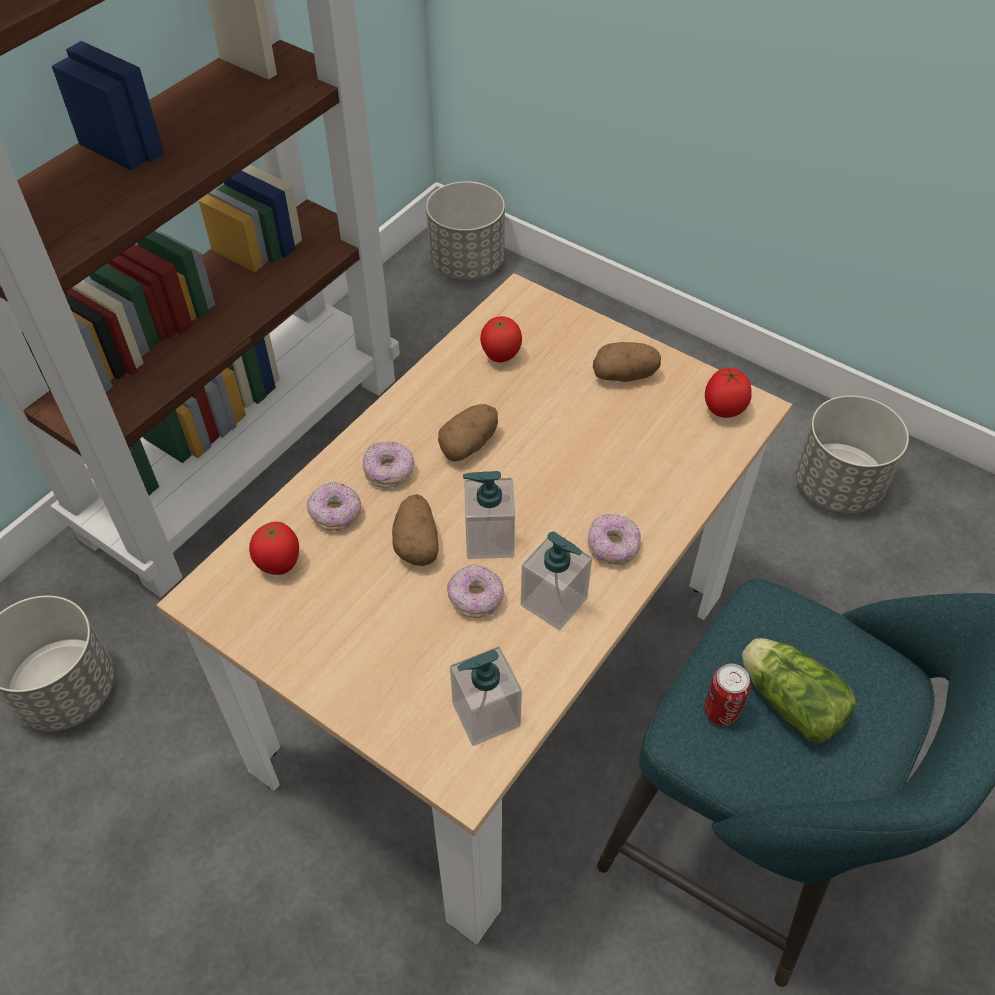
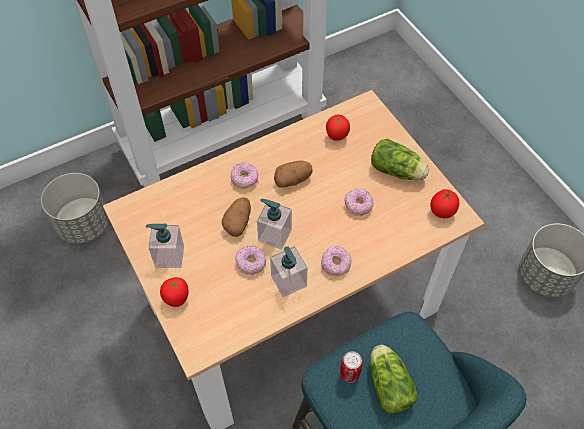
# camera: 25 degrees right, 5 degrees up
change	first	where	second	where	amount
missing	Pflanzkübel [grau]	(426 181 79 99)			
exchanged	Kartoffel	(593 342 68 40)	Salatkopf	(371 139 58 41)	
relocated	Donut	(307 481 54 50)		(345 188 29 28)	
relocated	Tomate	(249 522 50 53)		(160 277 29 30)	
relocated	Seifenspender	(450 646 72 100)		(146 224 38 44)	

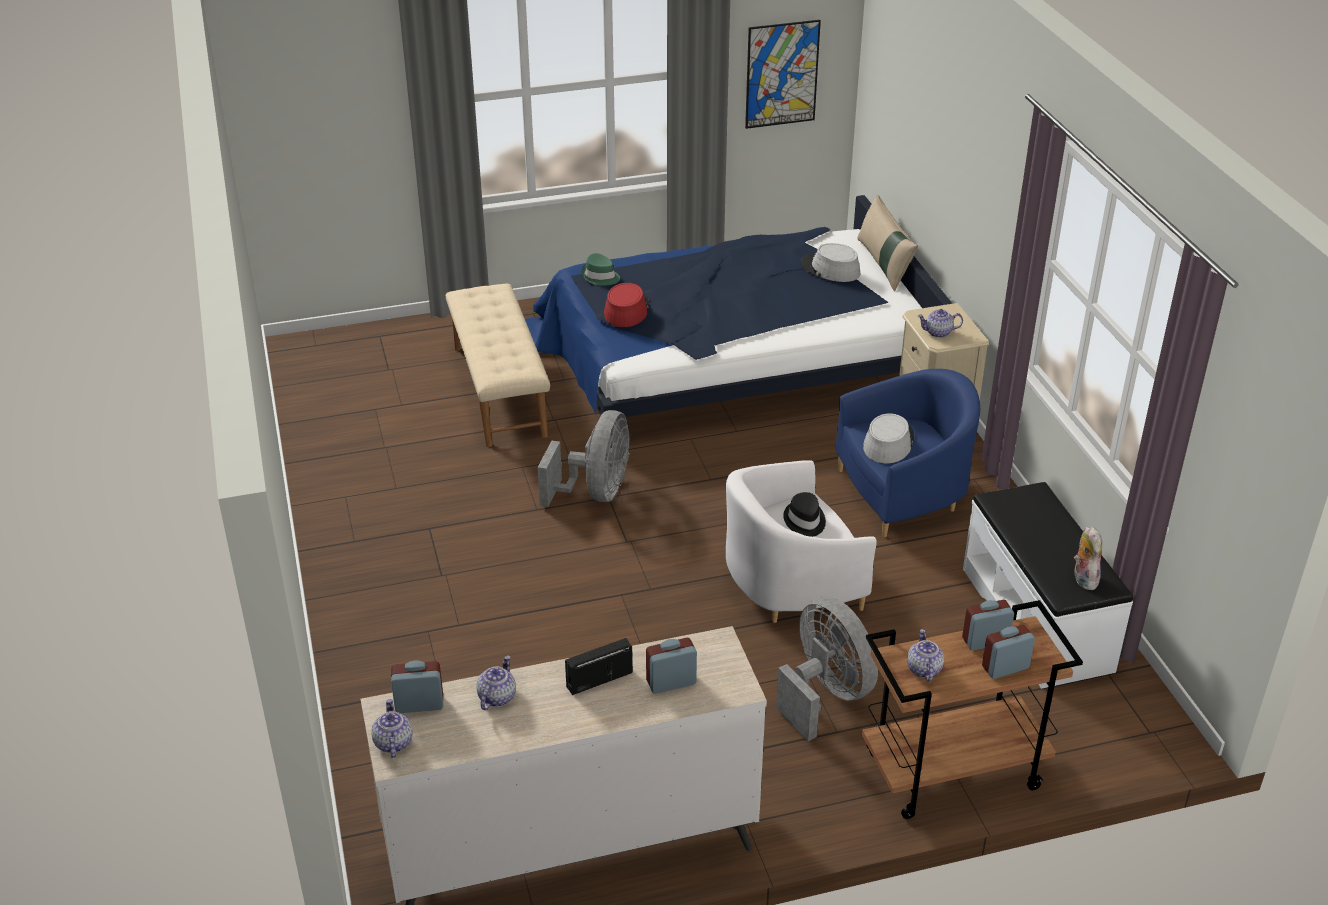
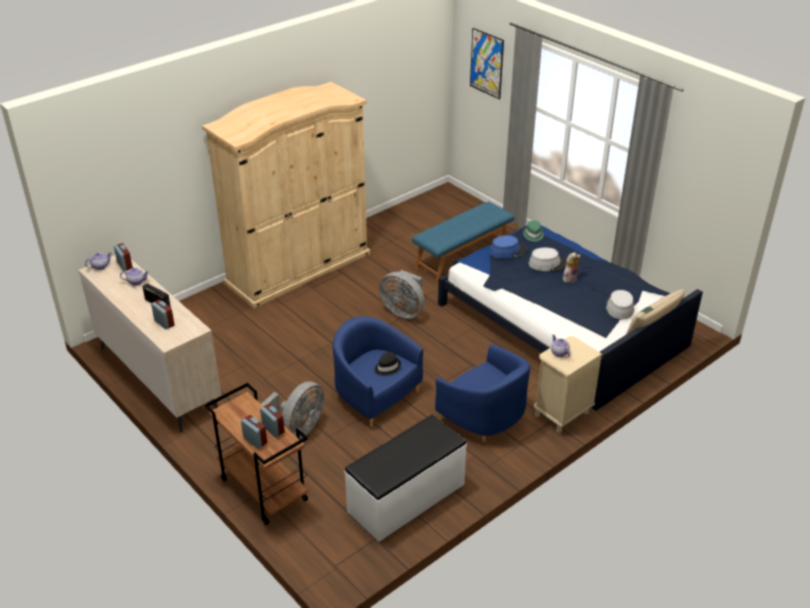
# camera: 65 degrees right, 0 degrees up
change	first	where	second	where	amount
relocated	Bild	(745 20 76 109)		(470 28 34 72)	
colour	Hut [rot]	(604 283 45 44)	Hut [blau]	(490 235 37 24)	
colour	Bank [beige]	(446 284 104 163)	Bank [blau]	(412 201 102 82)	
spun	Ventilator [grau]	(538 410 91 97)		(379 270 46 49)	45 degrees clockwise
relocated	Hut [grau]	(863 413 51 51)		(529 247 38 24)	
colour	Sessel [weiß]	(726 460 151 163)	Sessel [blau]	(333 316 90 111)	
relocated	Plüschtier	(1074 527 28 63)		(563 252 18 31)	
missing	Teekanne	(907 629 37 53)			
appeared			Kleiderschrank [beige]	(202 82 168 226)	

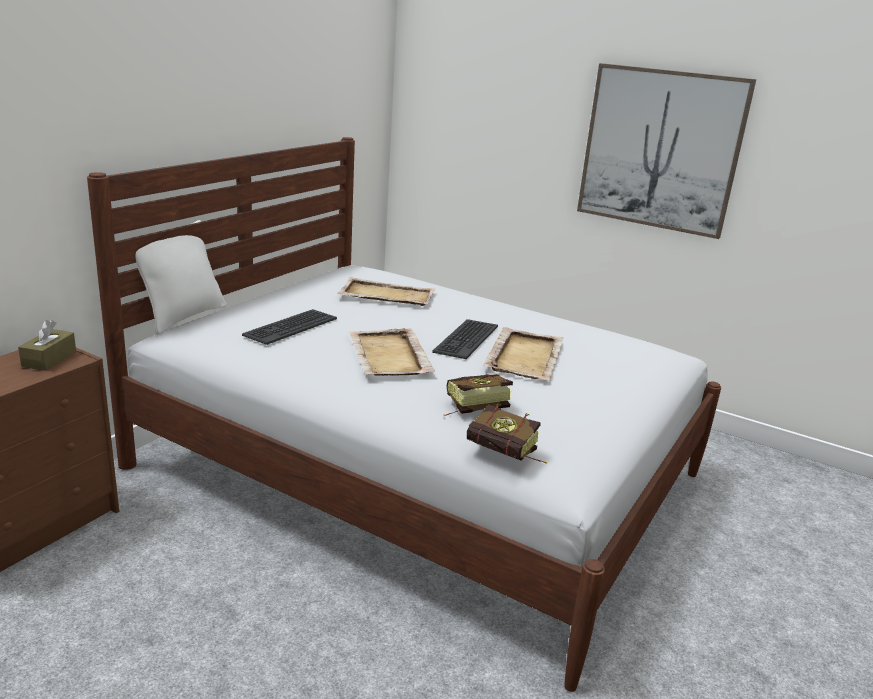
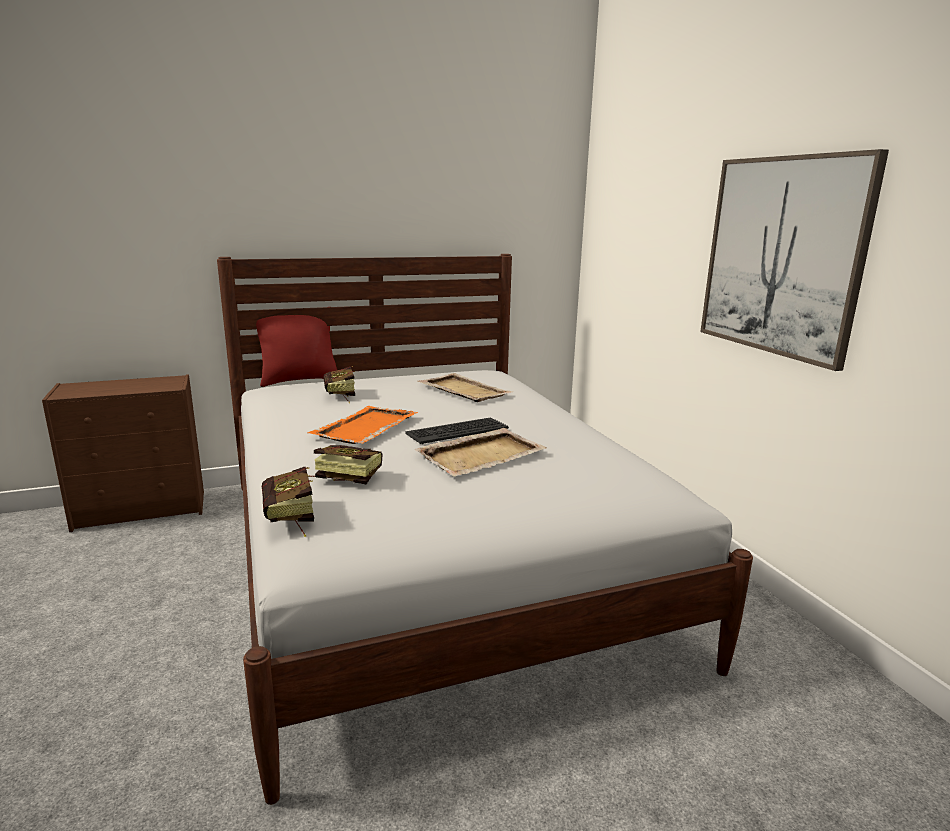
# camera: 40 degrees right, 5 degrees down
change	first	where	second	where	amount
colour	Kissen [weiß]	(135 220 92 115)	Kissen [rot]	(256 315 81 72)	
exchanged	Tastatur	(242 309 95 36)	Buch	(323 366 32 37)	
missing	Taschentuchbox [braun]	(18 320 58 51)			
colour	Tablett [beige]	(348 328 87 48)	Tablett [orange]	(308 406 110 38)	

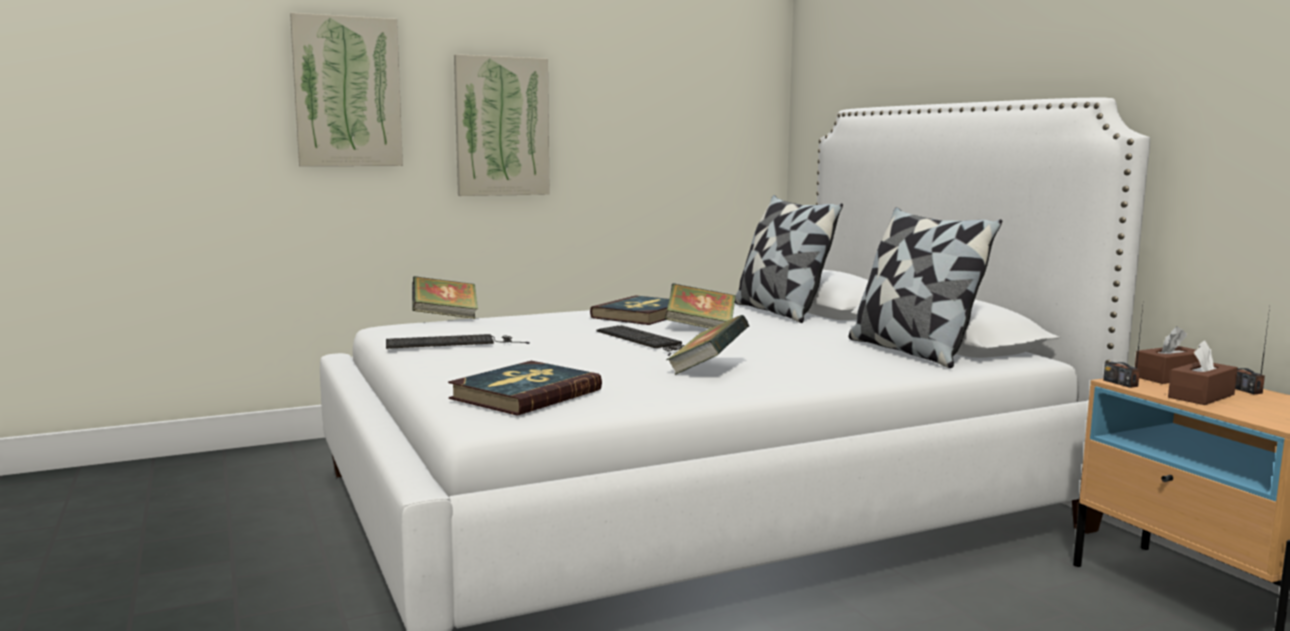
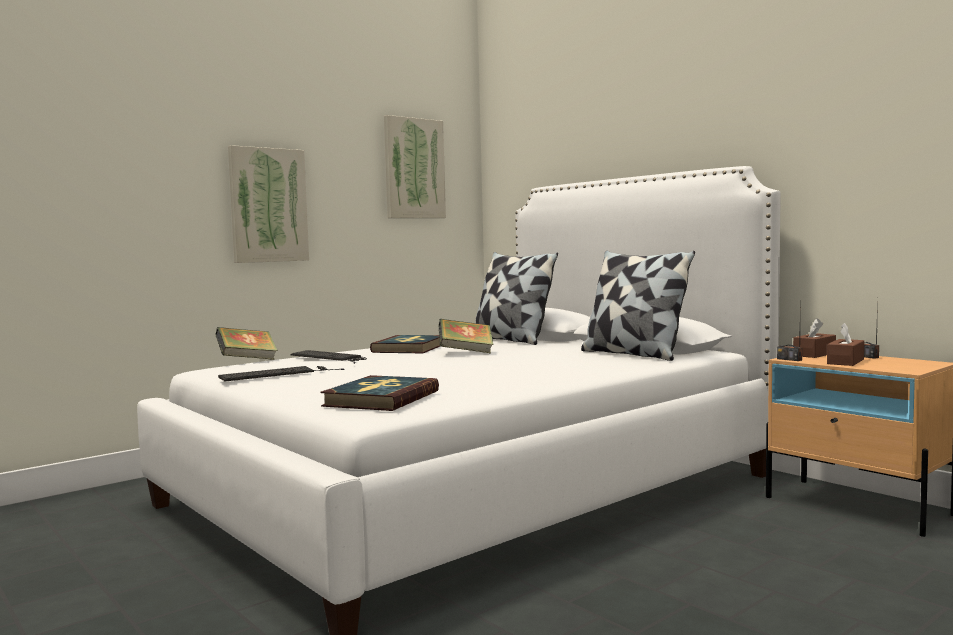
# camera: 15 degrees left, 5 degrees down
change	first	where	second	where	amount
relocated	Bild	(290 13 113 153)		(384 115 62 103)	
missing	Buch	(666 315 83 60)			
relocated	Tastatur	(596 325 89 31)		(290 350 77 14)	

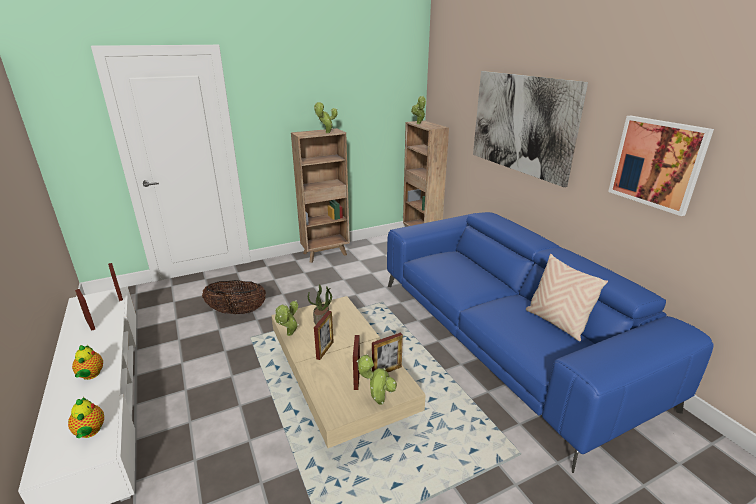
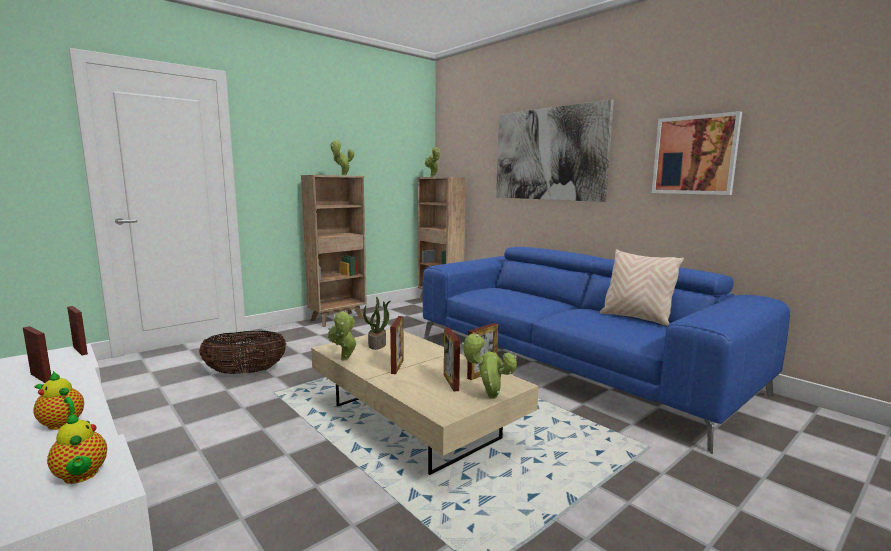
# camera: 15 degrees left, 15 degrees down
change	first	where	second	where	amount
spun	Teekanne	(72 345 31 35)		(33 371 51 59)	150 degrees clockwise

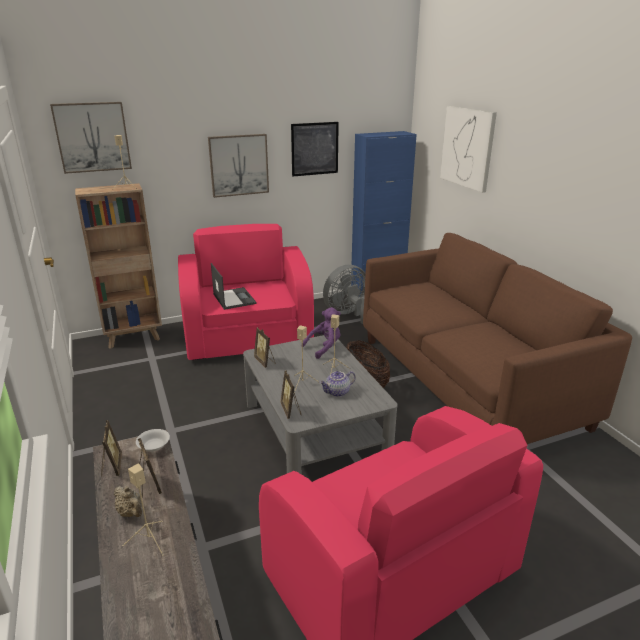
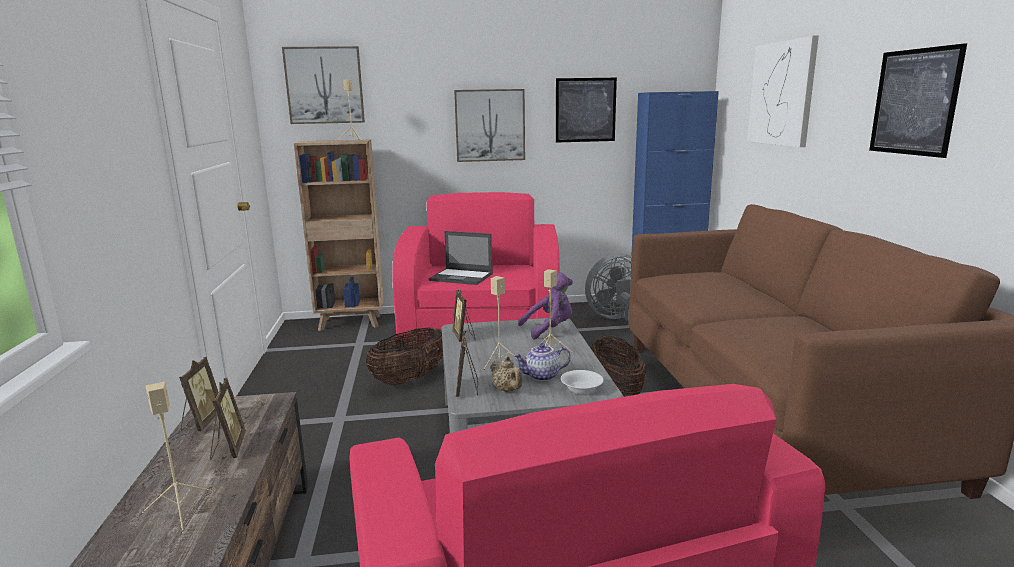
# camera: 15 degrees right, 10 degrees down
change	first	where	second	where	amount
spun	Laptop	(211 263 46 47)		(429 231 64 54)	120 degrees clockwise
relocated	Schüssel [weiß]	(136 429 34 23)		(561 370 43 24)	
relocated	Teekanne [beige]	(114 486 28 31)		(490 356 33 36)	
appeared			Bild	(869 43 98 115)	
appeared			Korb	(366 327 77 58)	

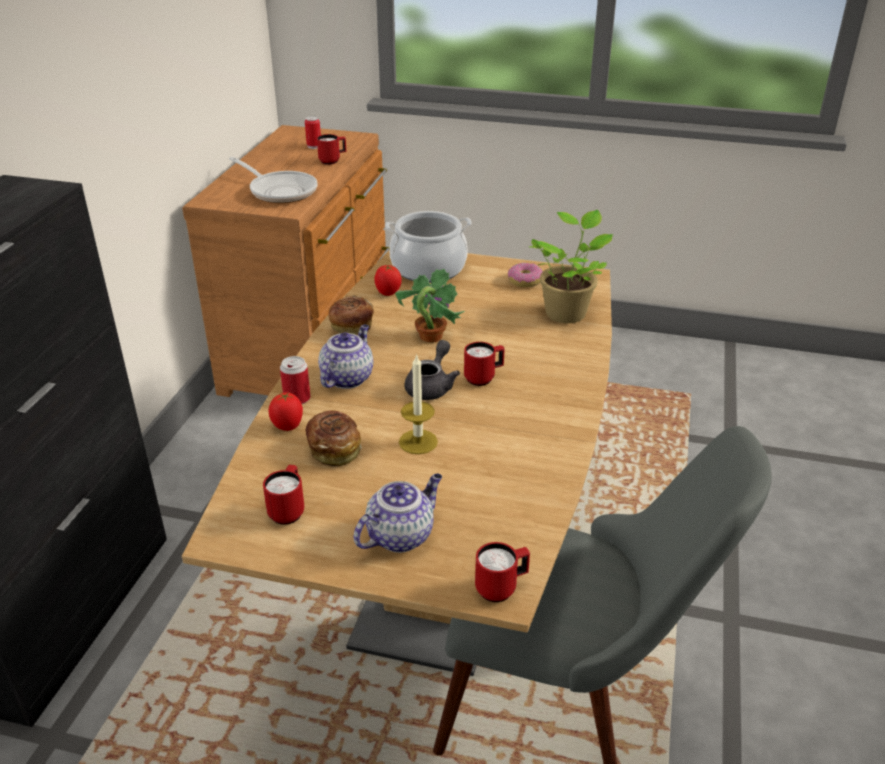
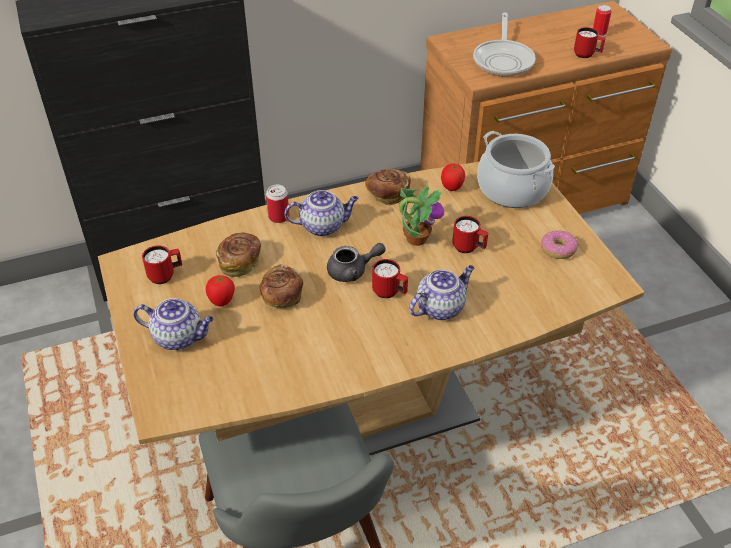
# camera: 55 degrees right, 10 degrees up
change	first	where	second	where	amount
missing	Topfpflanze	(529 210 84 113)			
exchanged	Kerze	(399 354 39 100)	Brot	(260 264 43 45)	
relocated	Tomate	(269 392 34 39)		(206 275 29 32)	
relocated	Henkelbecher [rot]	(475 542 55 60)		(453 216 35 37)	
appeared			Teekanne	(409 265 65 55)	

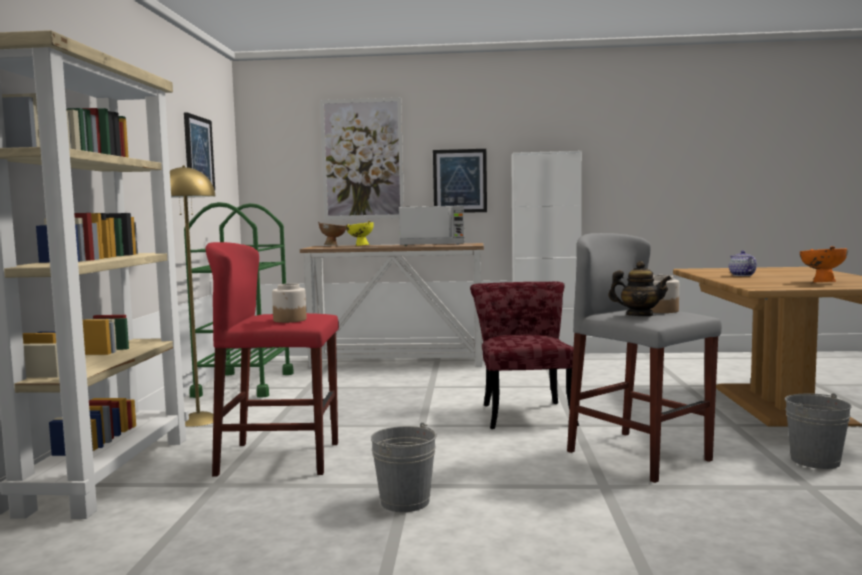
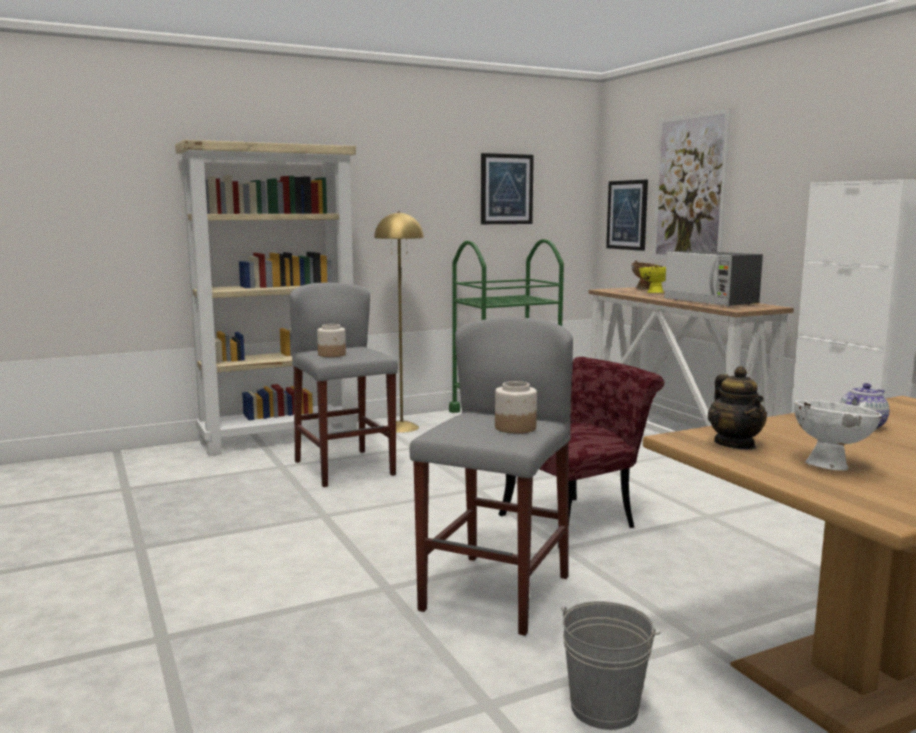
# camera: 60 degrees right, 5 degrees up
change	first	where	second	where	amount
relocated	Bild	(433 149 54 64)		(606 180 42 71)	
colour	Hocker [rot]	(206 242 133 235)	Hocker [grau]	(290 283 108 204)	
colour	Schüssel [orange]	(800 246 48 37)	Schüssel [weiß]	(794 400 88 70)	
relocated	Teekanne	(608 261 64 55)		(708 366 59 83)	
missing	Eimer [grau]	(371 422 65 90)			

